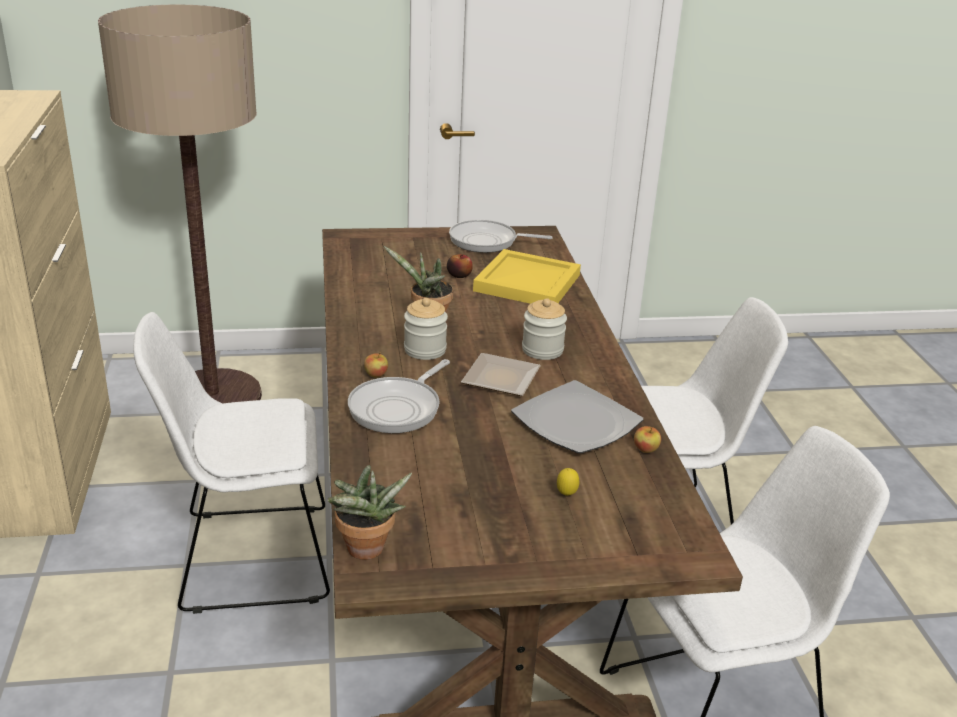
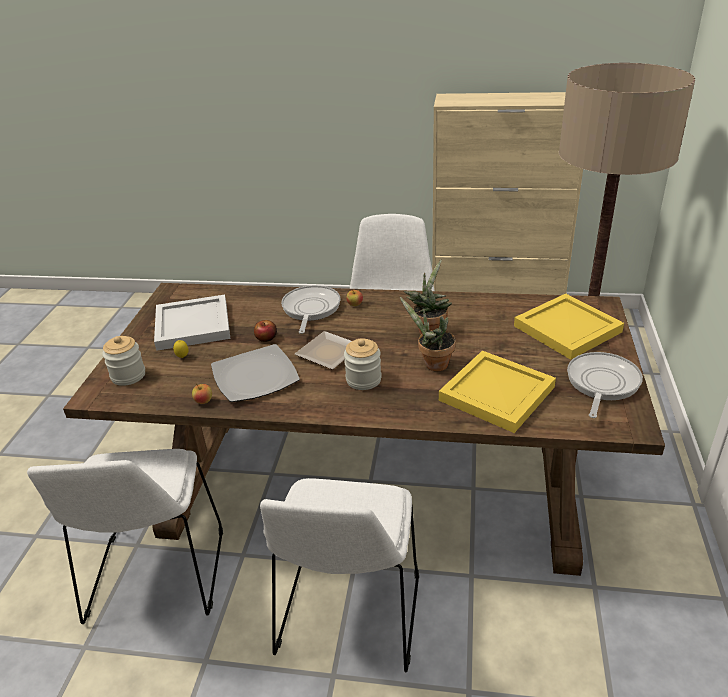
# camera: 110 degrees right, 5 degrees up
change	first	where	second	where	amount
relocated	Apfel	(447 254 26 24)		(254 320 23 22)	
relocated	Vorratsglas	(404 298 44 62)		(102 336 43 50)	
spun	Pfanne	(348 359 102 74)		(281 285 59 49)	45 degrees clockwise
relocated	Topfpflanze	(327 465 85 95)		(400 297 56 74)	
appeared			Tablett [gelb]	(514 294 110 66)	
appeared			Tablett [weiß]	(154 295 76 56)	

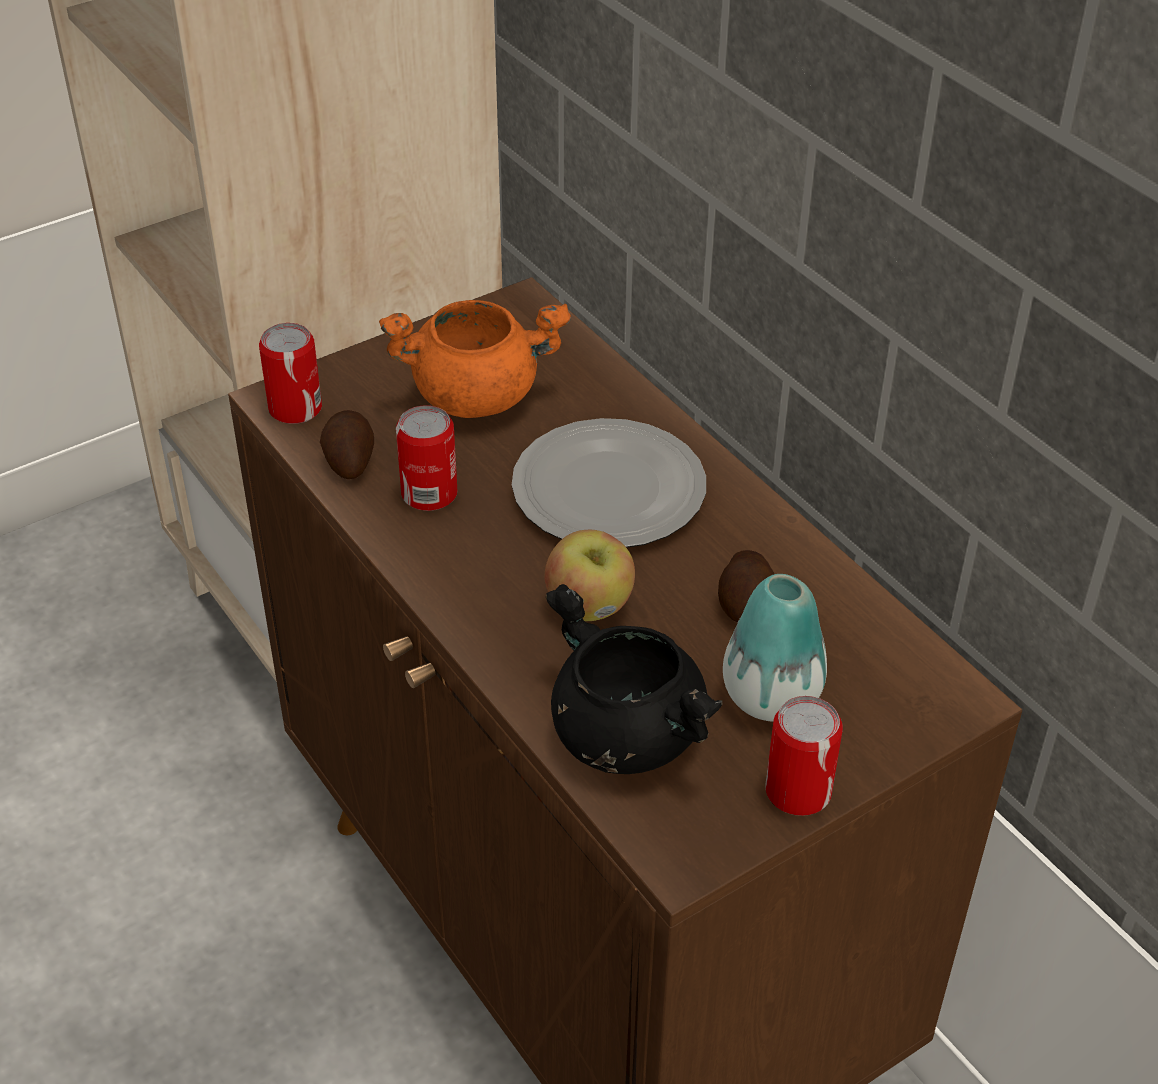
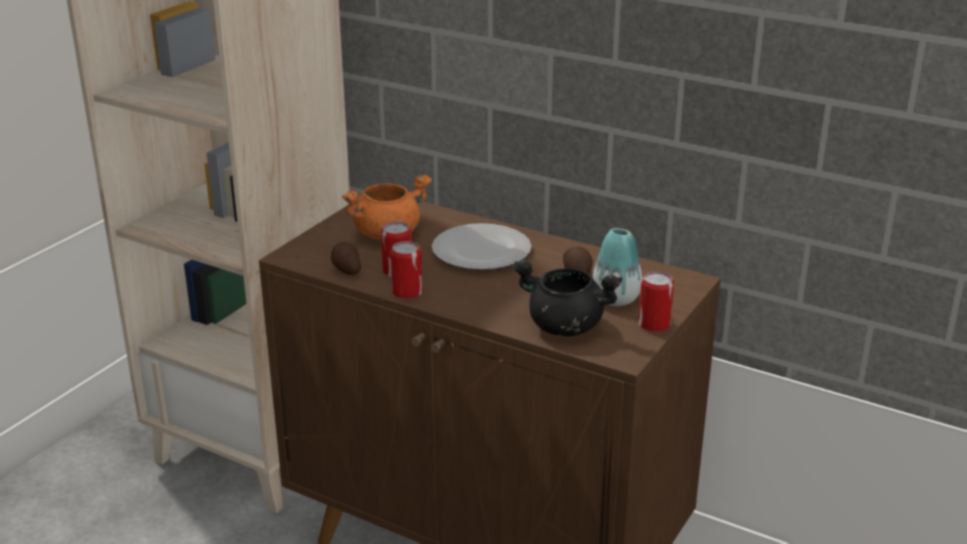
# camera: 25 degrees left, 15 degrees down
change	first	where	second	where	amount
relocated	Dose	(259 323 63 101)		(390 241 33 58)	
missing	Apfel	(545 530 90 91)			

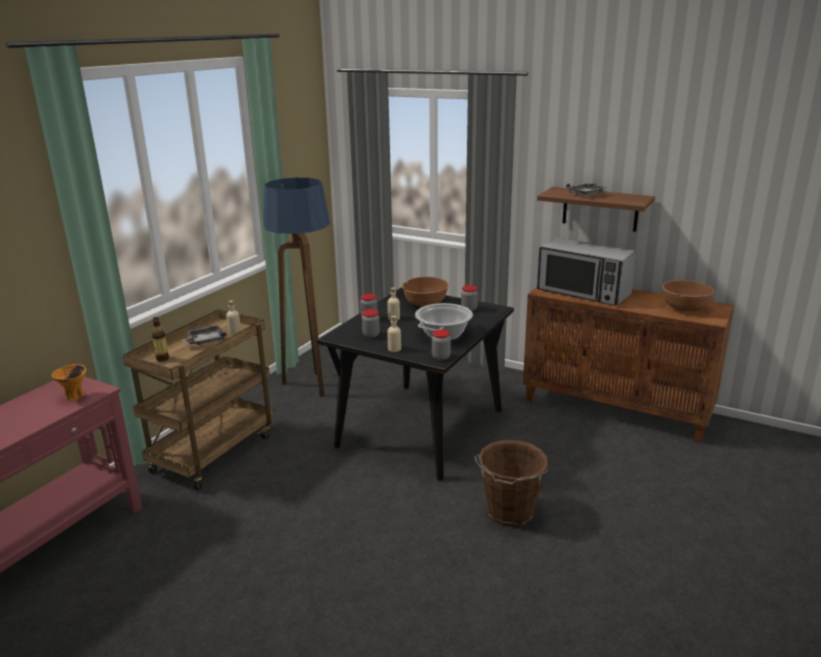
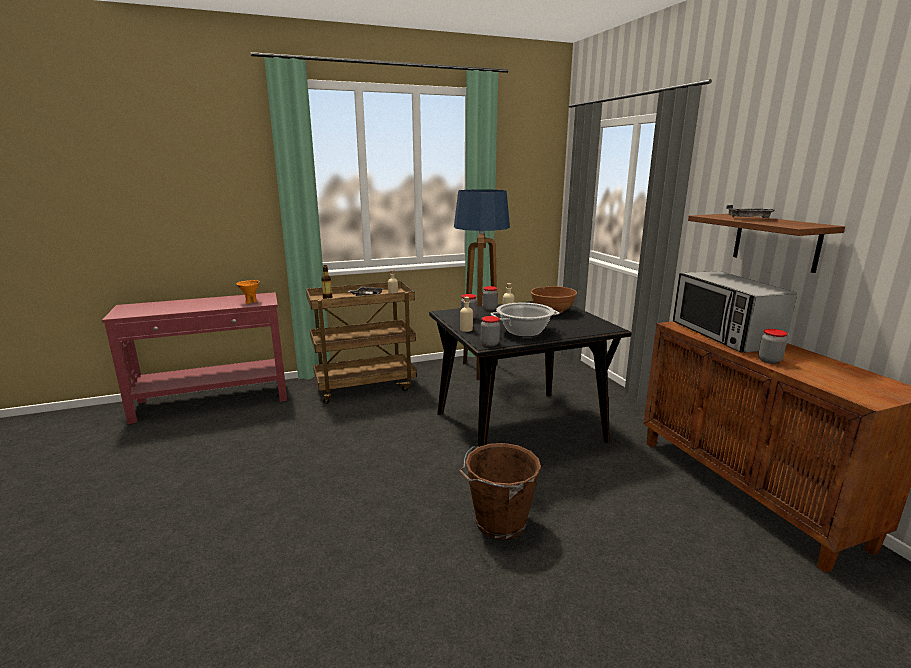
# camera: 40 degrees right, 5 degrees down
change	first	where	second	where	amount
missing	Schüssel [braun]	(662 280 53 32)			
relocated	Vorratsglas	(461 285 17 26)		(758 329 30 35)	

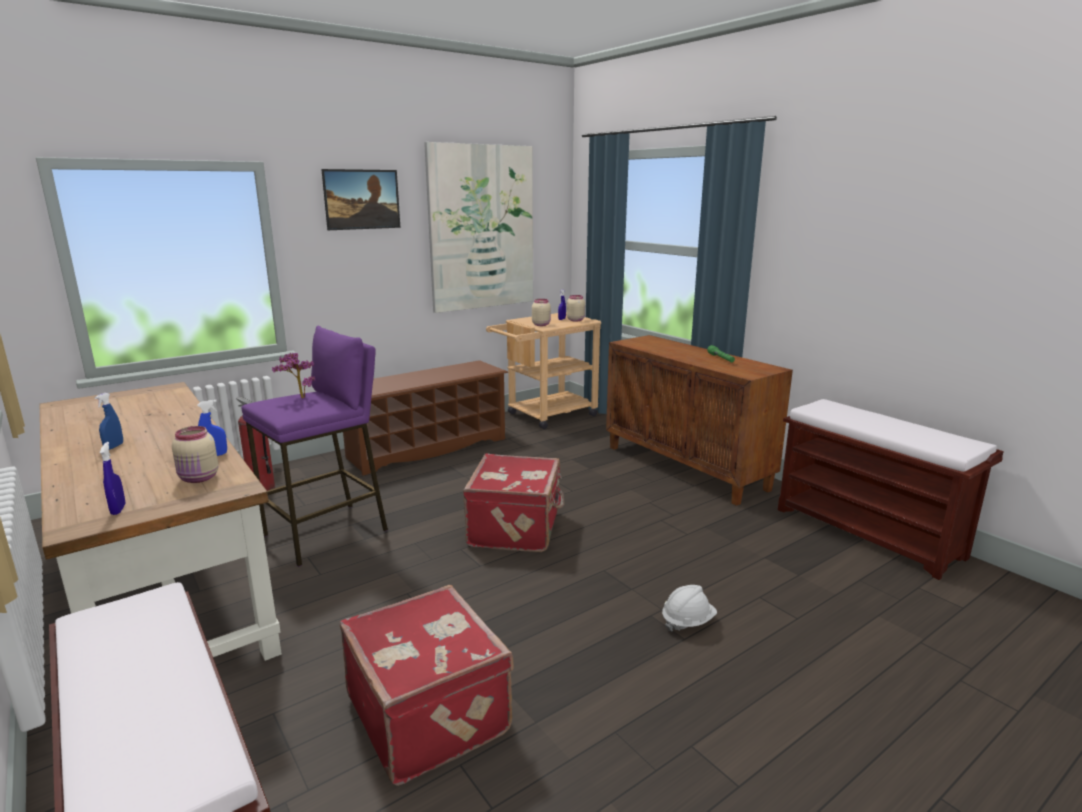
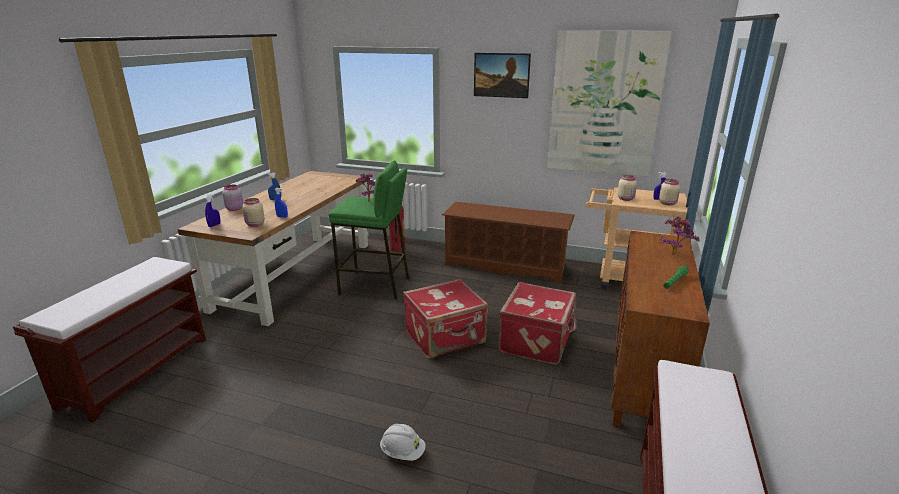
# camera: 55 degrees right, 5 degrees up
change	first	where	second	where	amount
colour	Hocker [lila]	(241 326 147 241)	Hocker [grün]	(329 160 80 140)	
relocated	Koffer [rot]	(340 585 173 201)		(498 282 79 83)	
appeared			Vorratsglas [rosa]	(223 185 21 26)	
appeared			Topfpflanze	(660 216 40 39)	

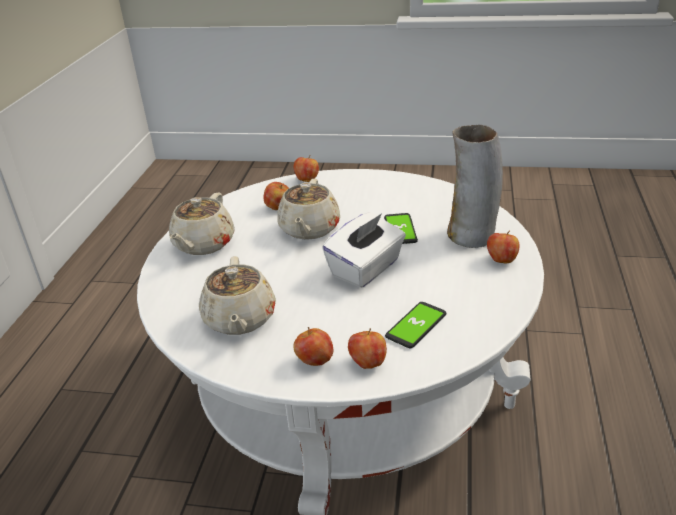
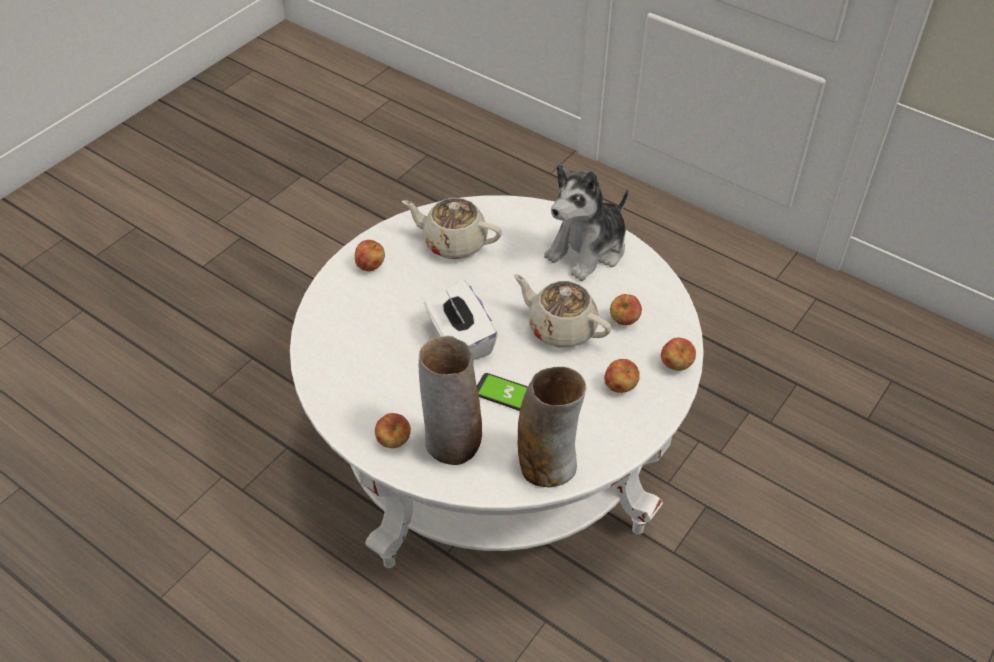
# camera: 115 degrees right, 15 degrees up
change	first	where	second	where	amount
exchanged	Teekanne [beige]	(169 193 66 62)	Plüschtier	(544 164 85 117)	
missing	Handy	(385 302 61 46)			
relocated	Apfel	(348 328 39 41)		(604 359 36 34)	
appeared			Vase	(518 367 68 120)	

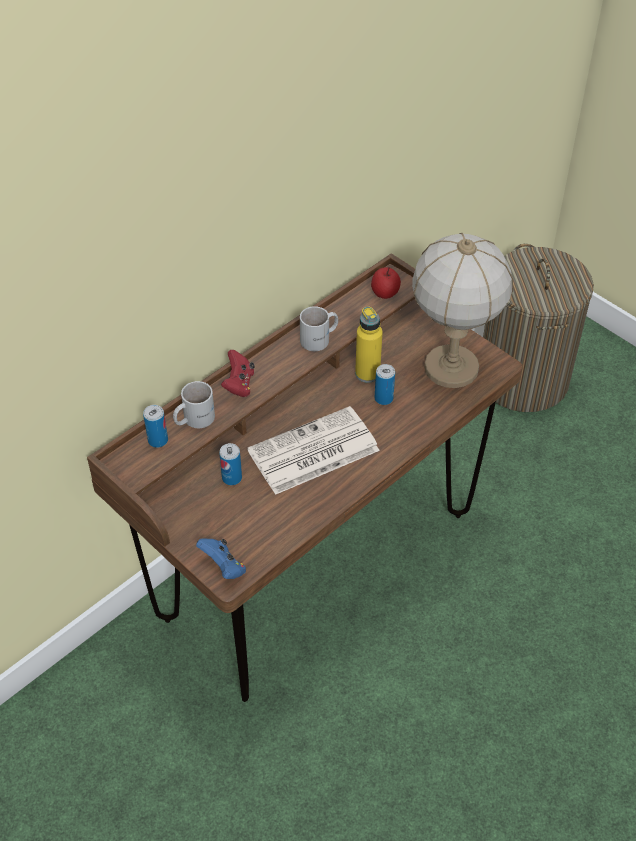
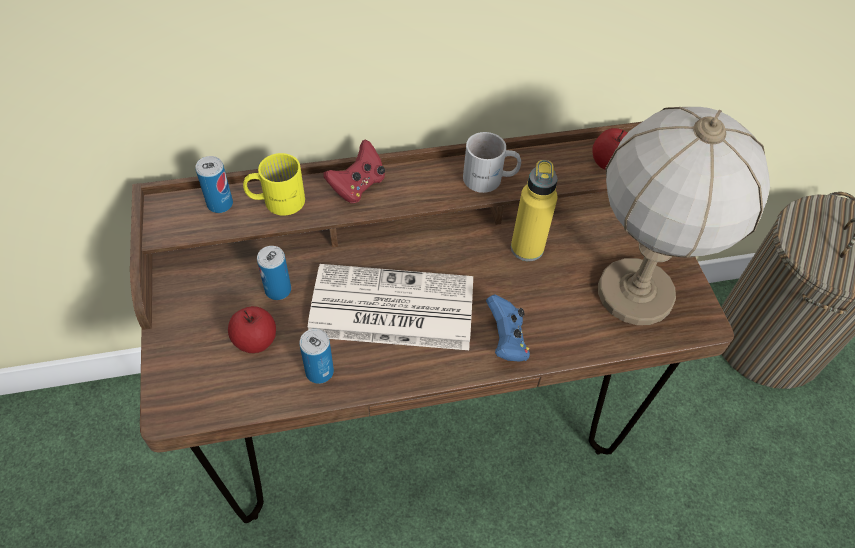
# camera: 30 degrees right, 5 degrees up
change	first	where	second	where	amount
relocated	Dose	(375 364 20 41)		(299 329 35 55)	
colour	Henkelbecher [weiß]	(173 381 42 47)	Henkelbecher [gelb]	(243 153 62 63)	
relocated	Gamepad [blau]	(196 539 50 40)		(486 295 44 67)	
appeared			Apfel	(228 306 48 47)	

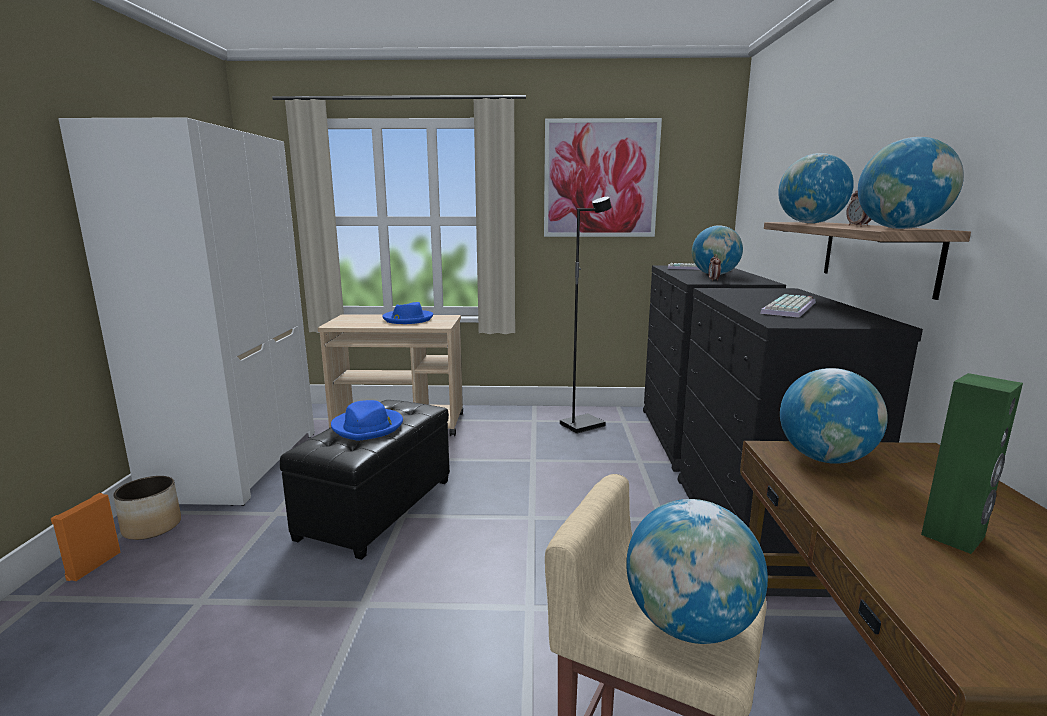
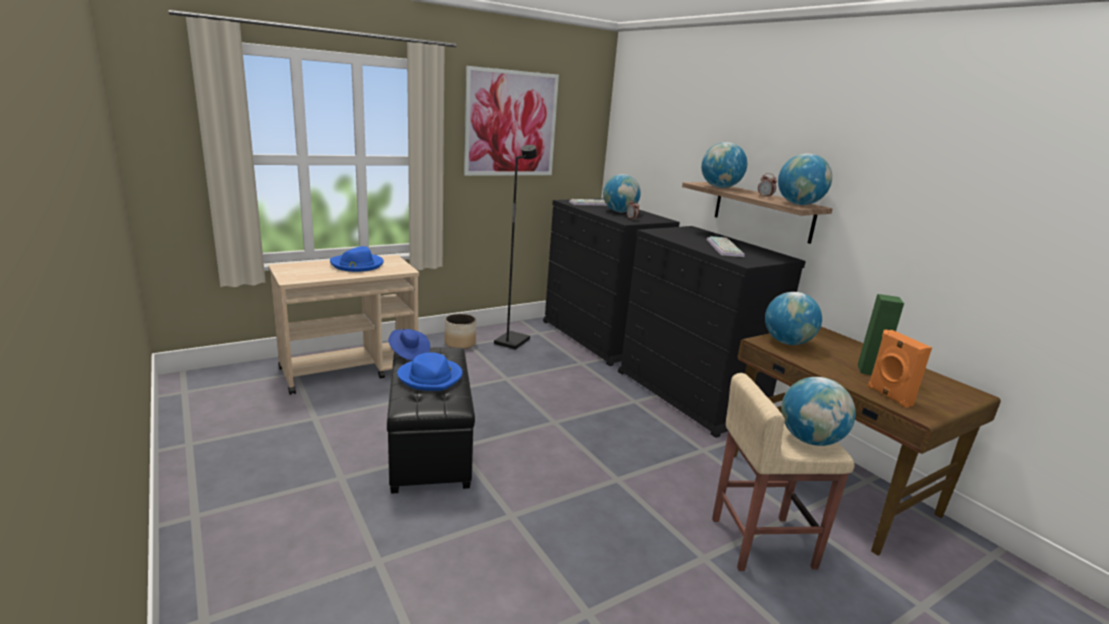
# camera: 35 degrees left, 5 degrees up
change	first	where	second	where	amount
missing	Kleiderschrank [weiß]	(58 117 257 389)			
relocated	Pflanzkübel	(113 476 68 64)		(445 314 31 35)	
relocated	Lautsprecher [orange]	(51 493 69 88)		(868 330 64 78)	
appeared			Hut [blau]	(388 329 42 32)	

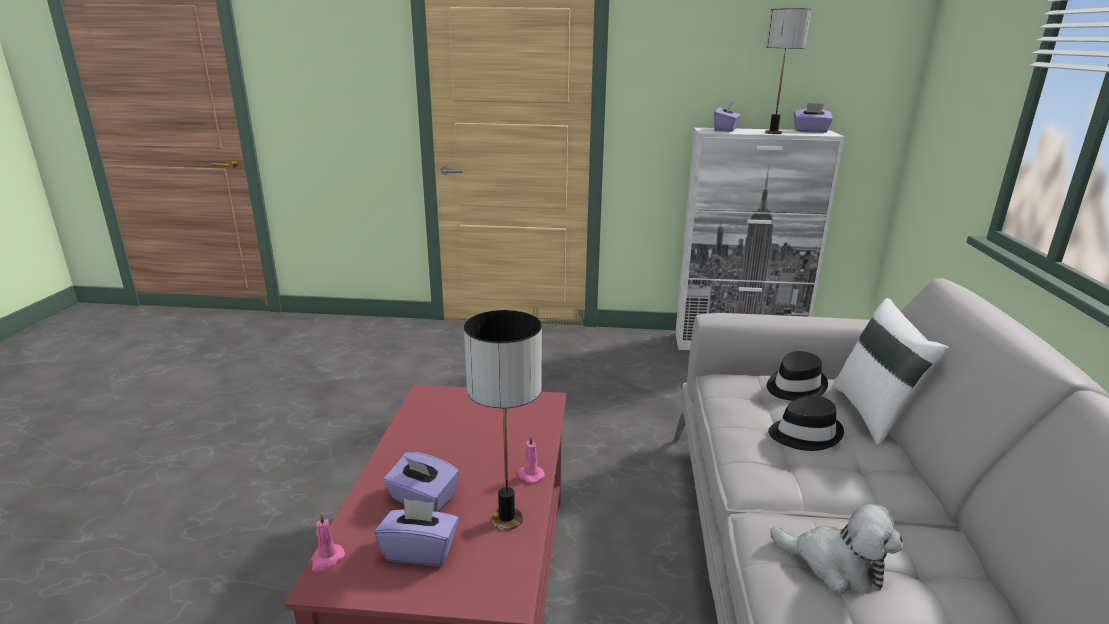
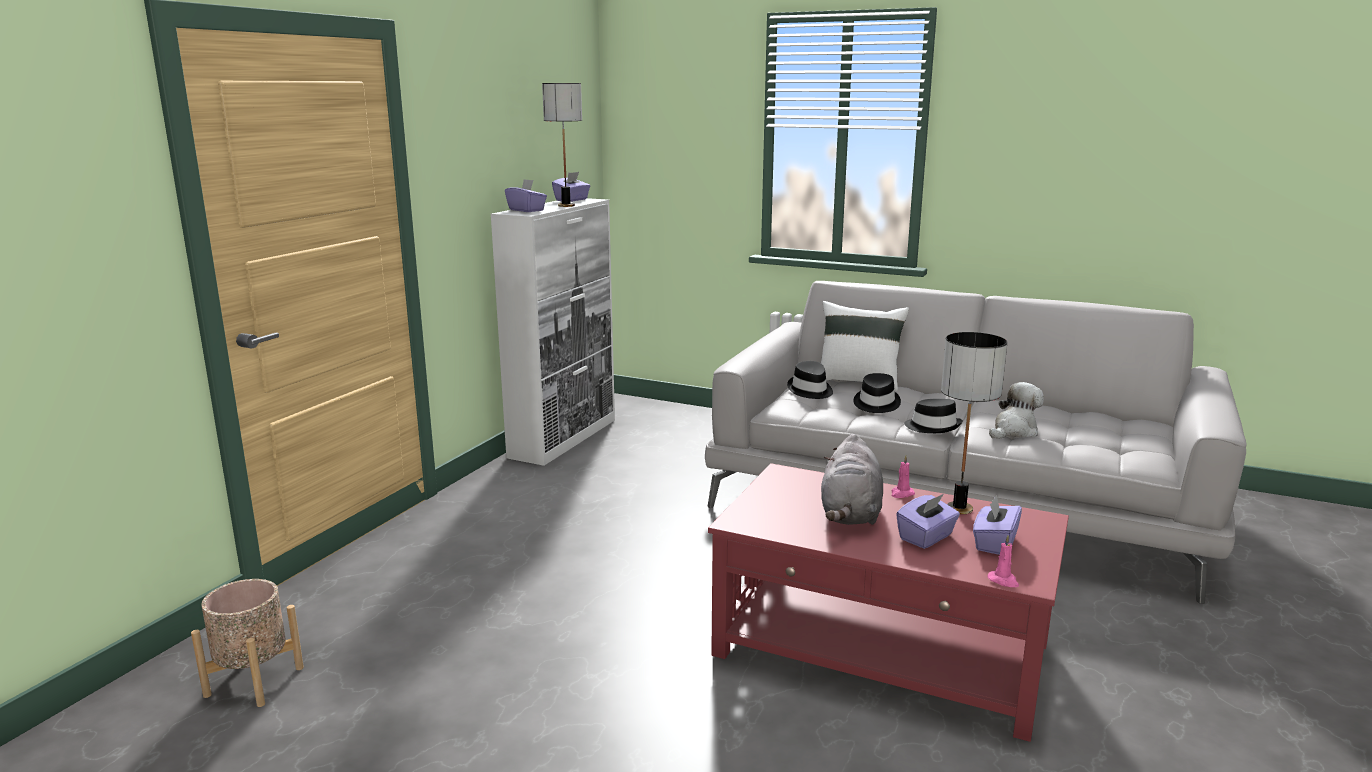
# camera: 70 degrees left, 5 degrees down
change	first	where	second	where	amount
appeared			Hut [schwarz]	(904 399 59 34)	
appeared			Plüschtier [grau]	(821 434 62 91)	
appeared			Pflanzkübel [beige]	(191 579 113 128)	

